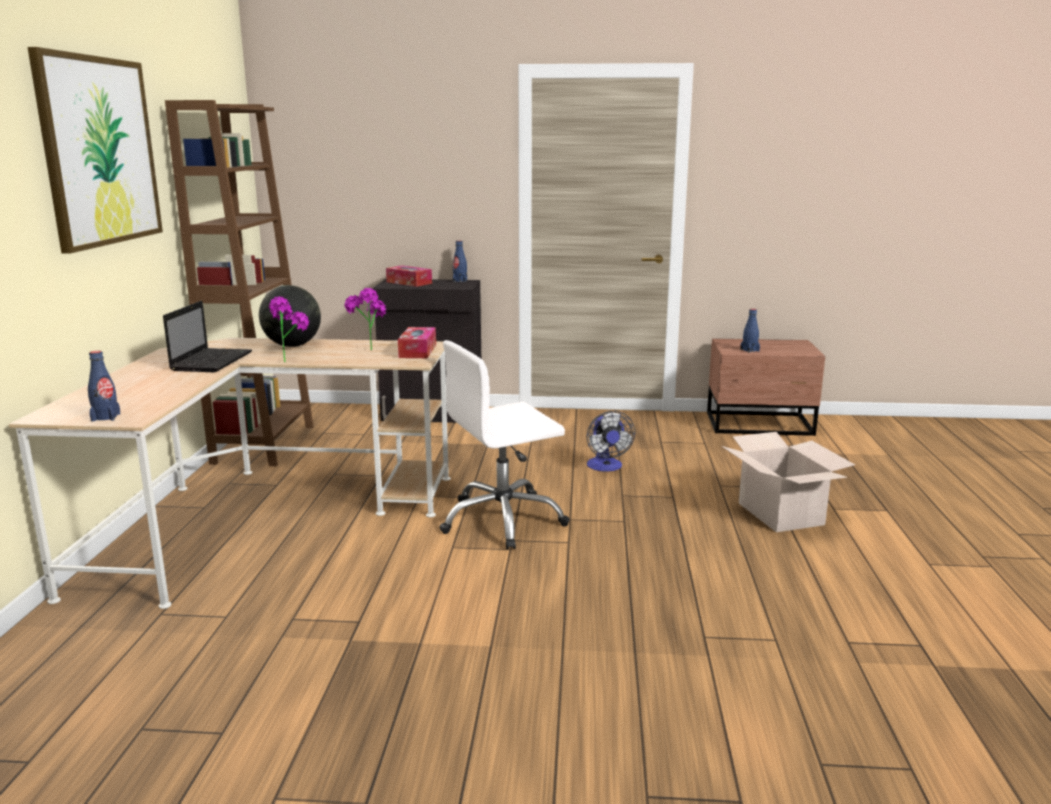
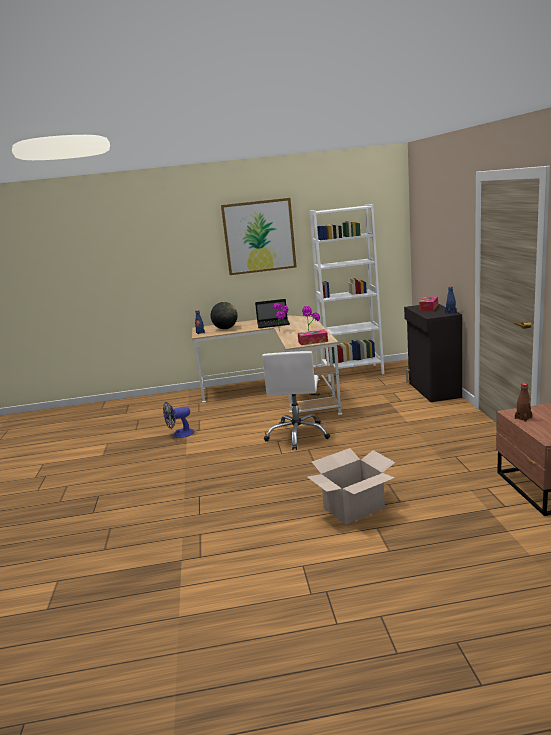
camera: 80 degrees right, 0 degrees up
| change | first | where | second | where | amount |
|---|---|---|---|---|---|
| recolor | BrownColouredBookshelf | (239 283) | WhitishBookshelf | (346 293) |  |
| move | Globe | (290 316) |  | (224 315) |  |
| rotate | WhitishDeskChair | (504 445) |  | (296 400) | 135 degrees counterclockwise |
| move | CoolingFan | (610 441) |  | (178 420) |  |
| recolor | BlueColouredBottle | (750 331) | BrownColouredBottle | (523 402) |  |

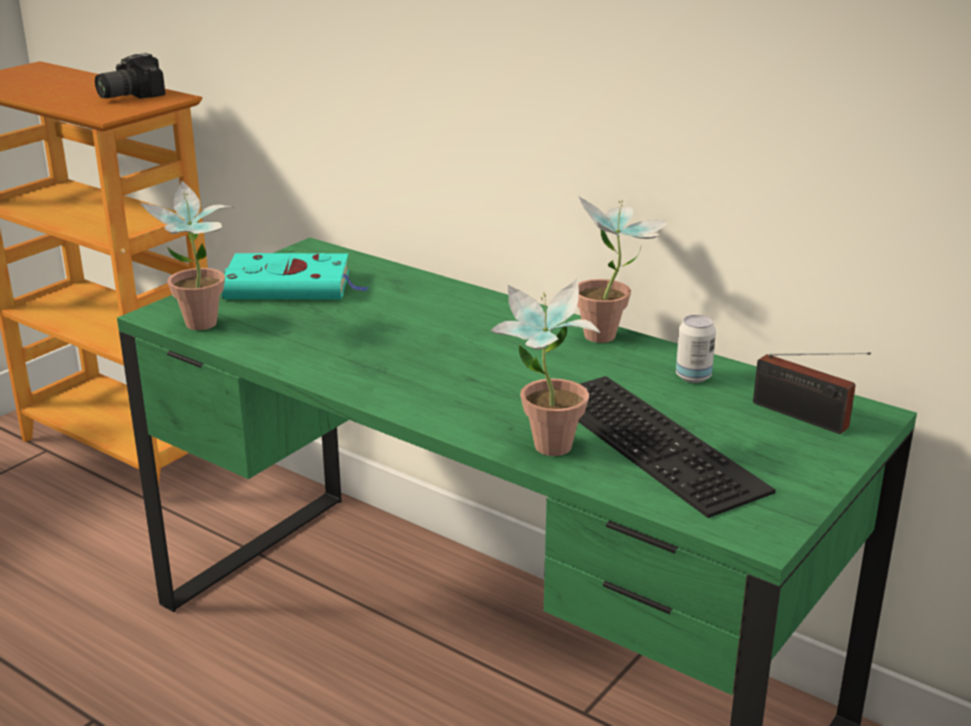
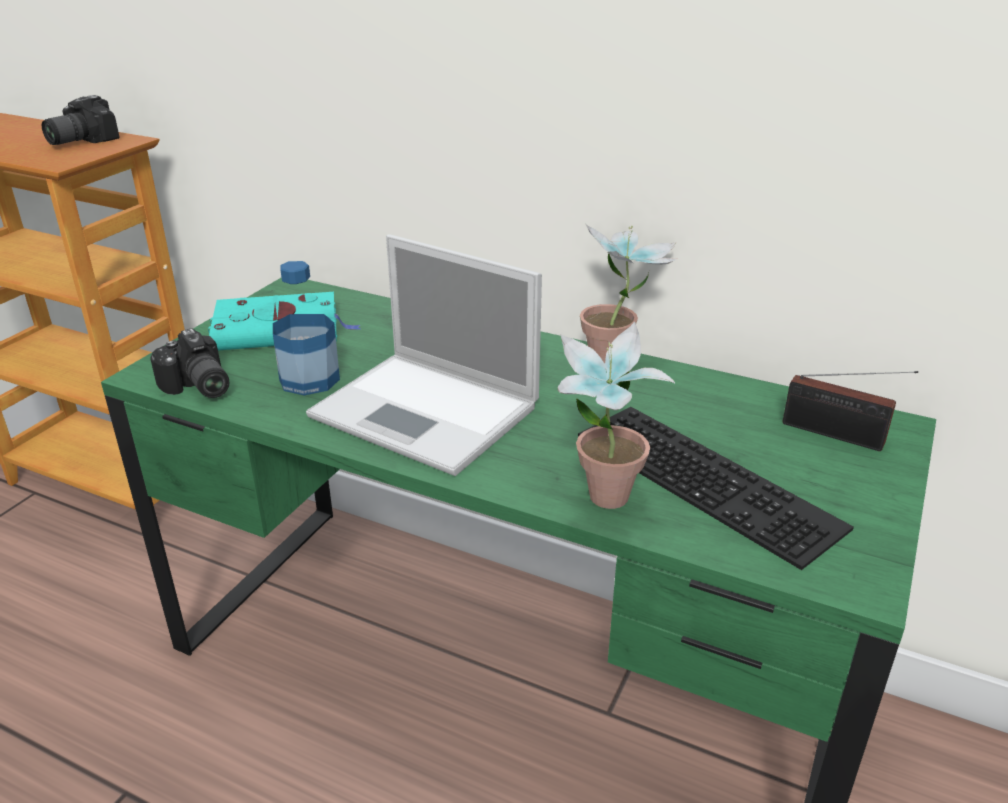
camera: 10 degrees left, 5 degrees up
| change | first | where | second | where | amount |
|---|---|---|---|---|---|
| replace | PlantInAPot | (186 255) | PhotoCamera | (189 363) |  |
| delete | MetalCan | (696 349) |  |  |  |
| insert |  |  | Bottle | (306 328) |  |
| insert |  |  | NotebookComputer | (424 355) |  |

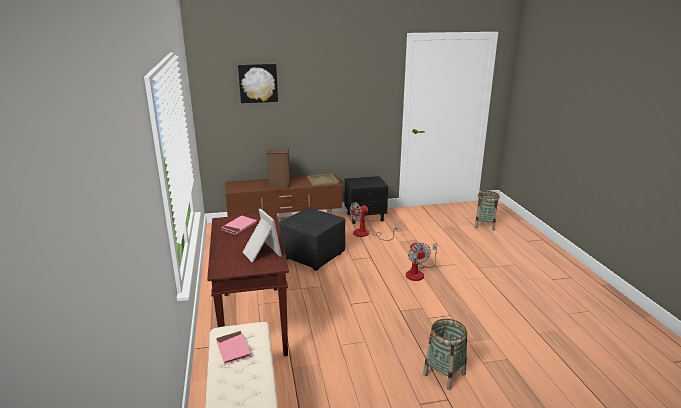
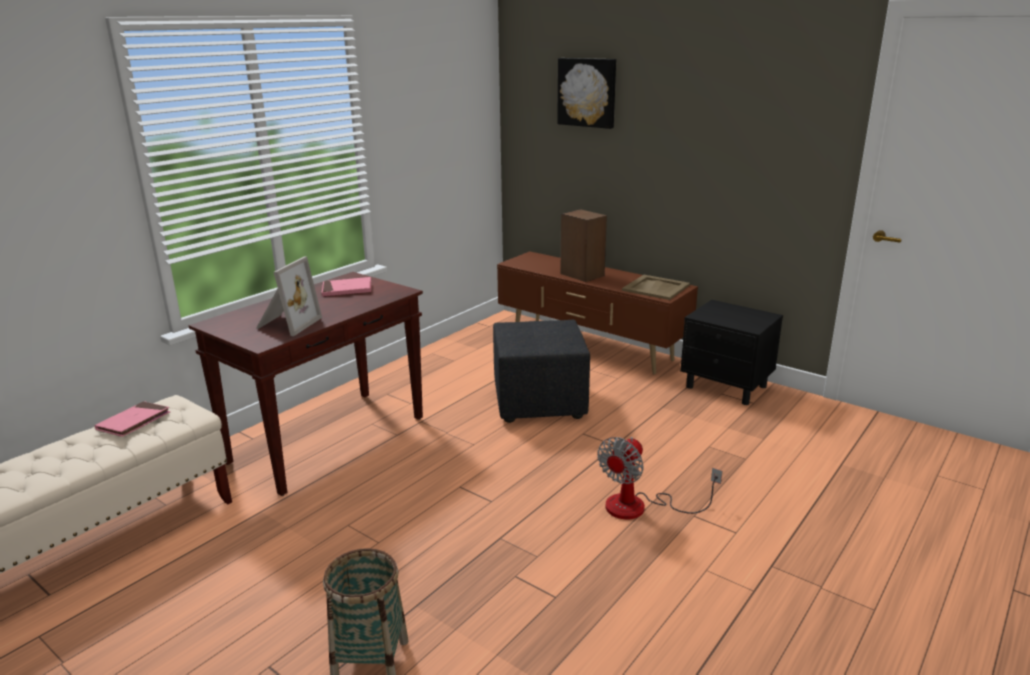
camera: 50 degrees right, 0 degrees up
| change | first | where | second | where | amount |
|---|---|---|---|---|---|
| delete | CoolingFan | (374 221) |  |  |  |
| delete | Basket | (487 211) |  |  |  |

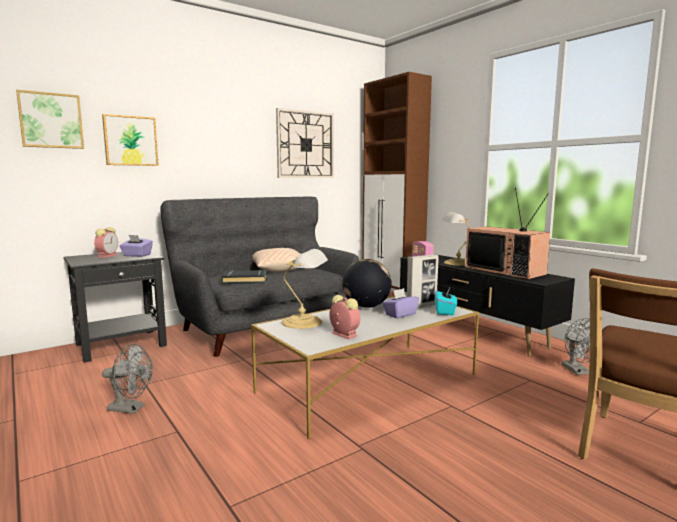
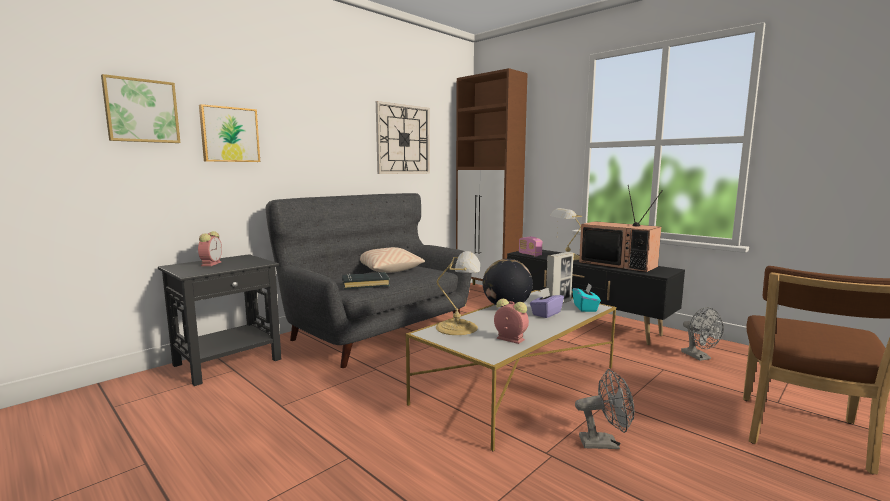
camera: 10 degrees left, 0 degrees up
| change | first | where | second | where | amount |
|---|---|---|---|---|---|
| move | GrayCoolingFan | (127 379) |  | (604 409) |  |
| delete | PurplishBoxOfTissues | (136 246) |  |  |  |

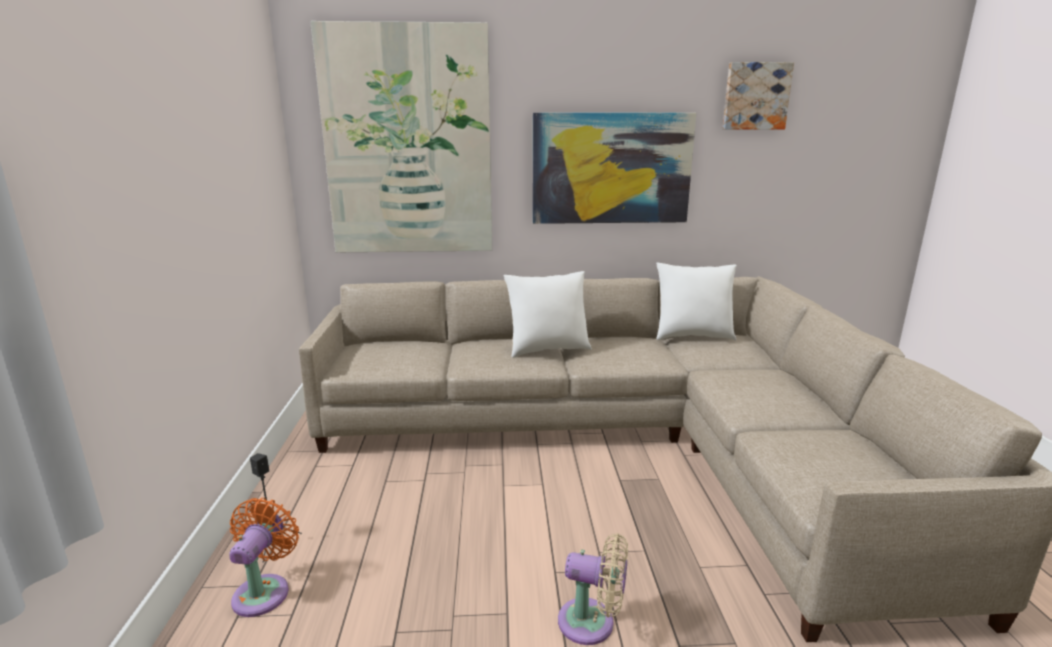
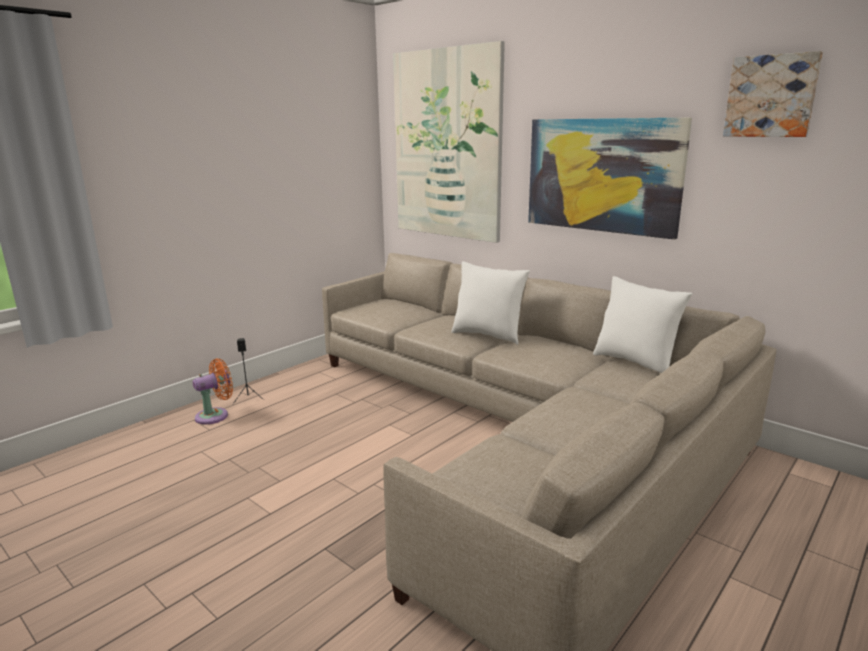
camera: 45 degrees right, 0 degrees up
| change | first | where | second | where | amount |
|---|---|---|---|---|---|
| delete | BeigeColouredCoolingFan | (593 589) |  |  |  |

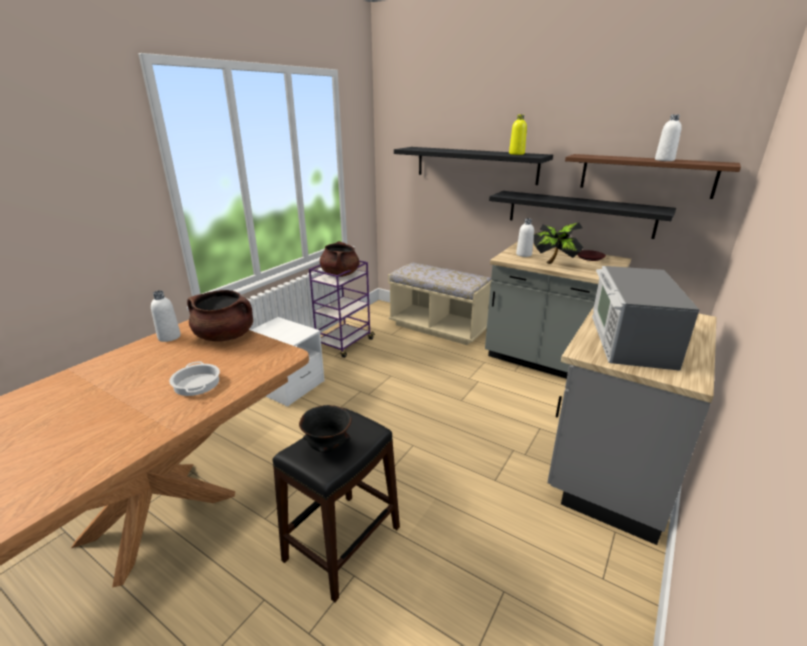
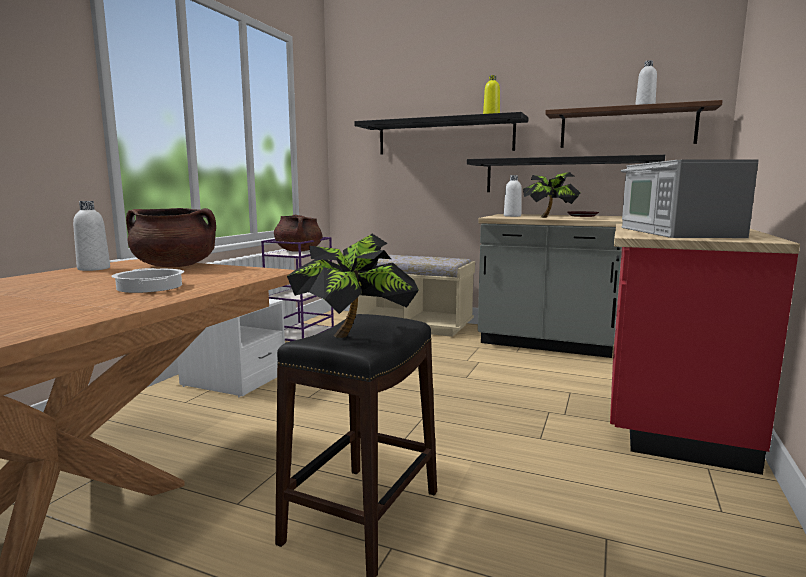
camera: 10 degrees left, 15 degrees down
| change | first | where | second | where | amount |
|---|---|---|---|---|---|
| replace | BlackishServingBowl | (325 429) | PlantInAPot | (353 286) |  |
| recolor | GrayKitchenCounter | (632 426) | ReddishKitchenCounter | (705 349) |  |

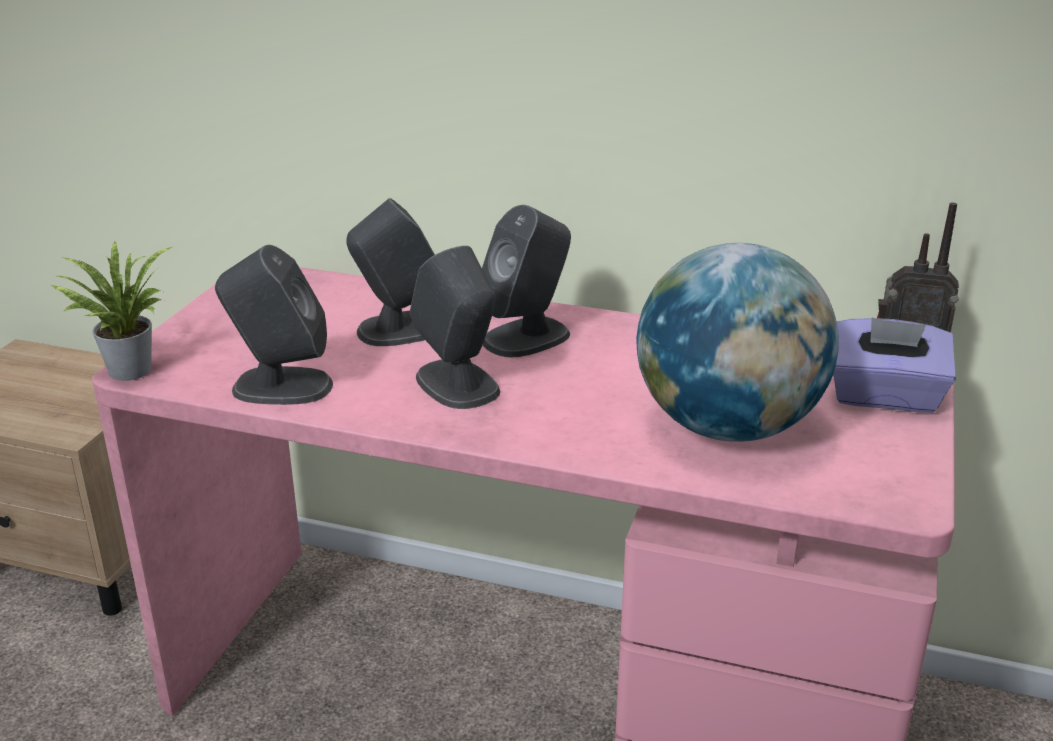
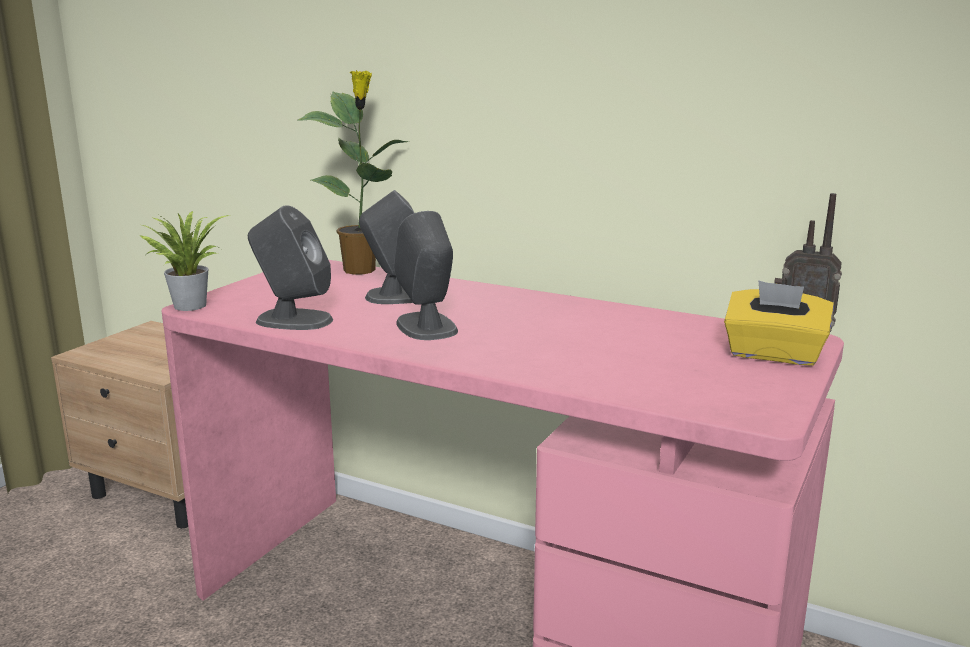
camera: 10 degrees right, 10 degrees down
| change | first | where | second | where | amount |
|---|---|---|---|---|---|
| delete | GrayLoudspeaker | (526 281) |  |  |  |
| delete | Globe | (737 342) |  |  |  |
| recolor | PurplishBoxOfTissues | (894 365) | YellowBoxOfTissues | (779 323) |  |
| insert |  |  | PlantInAPot | (353 172) |  |

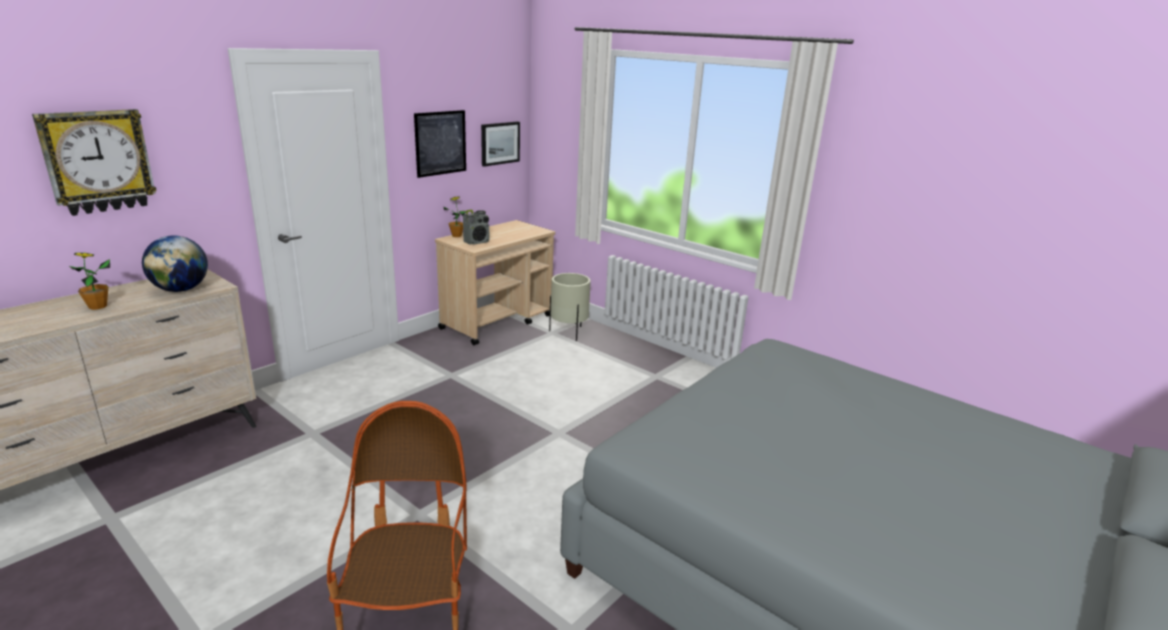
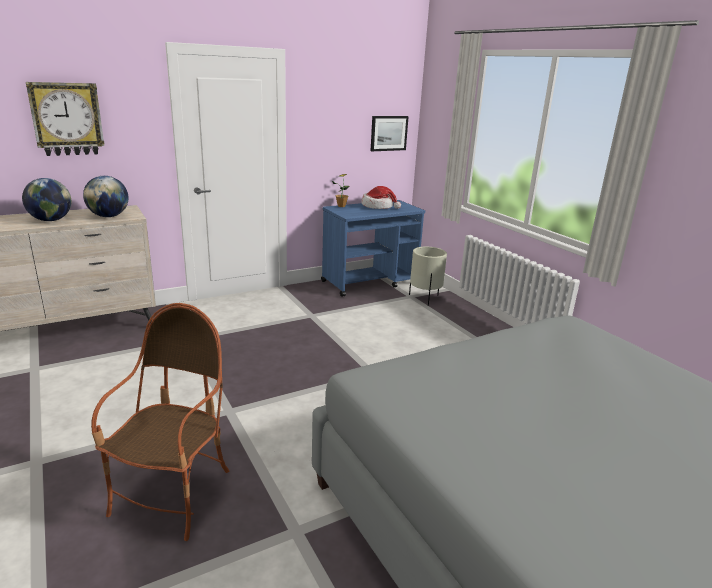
camera: 20 degrees right, 0 degrees up
| change | first | where | second | where | amount |
|---|---|---|---|---|---|
| replace | PlantInAPot | (89 281) | Globe | (46 199) |  |
| delete | WallArt | (440 144) |  |  |  |
| recolor | BeigeColouredWheeledCart | (495 282) | BlueColouredWheeledCart | (373 248) |  |
| delete | RadioReceiver | (476 227) |  |  |  |
| insert |  |  | Hat | (381 197) |  |

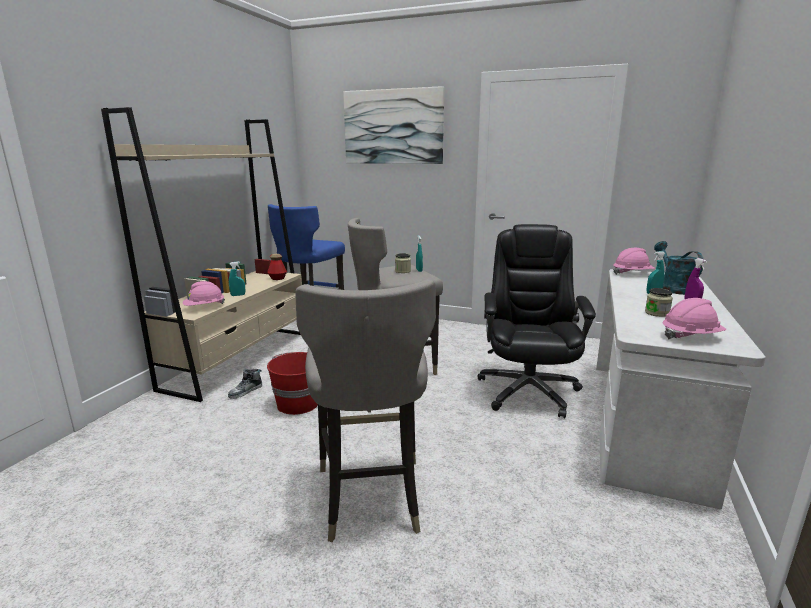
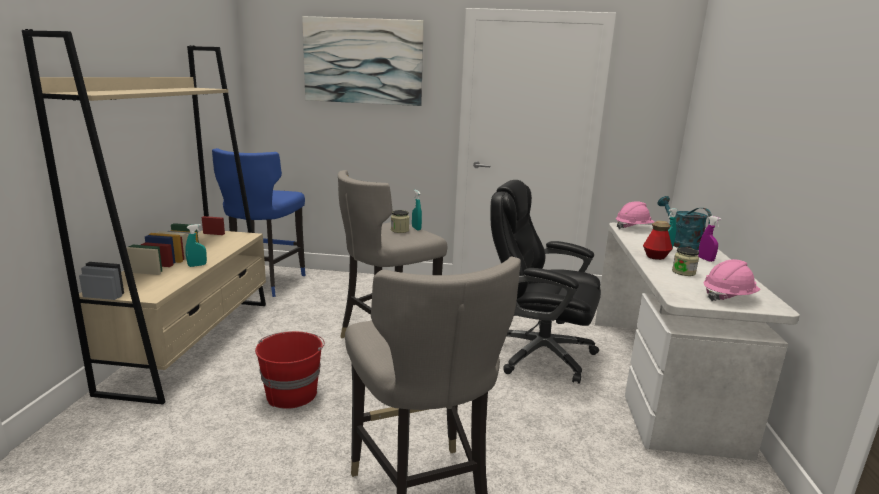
camera: 15 degrees left, 0 degrees up
| change | first | where | second | where | amount |
|---|---|---|---|---|---|
| delete | PinkHardHat | (204 293) |  |  |  |
| delete | Shoe | (245 384) |  |  |  |
| move | Bottle | (277 267) |  | (658 240) |  |
| rotate | BlackishDeskChair | (537 321) |  | (545 282) | 60 degrees counterclockwise |

